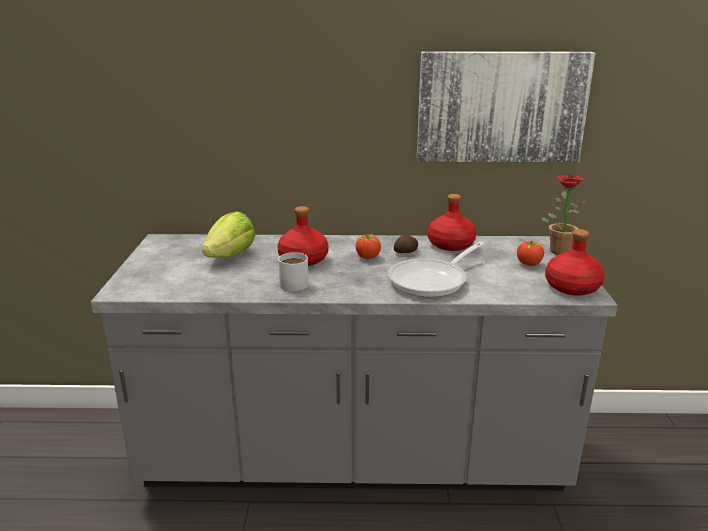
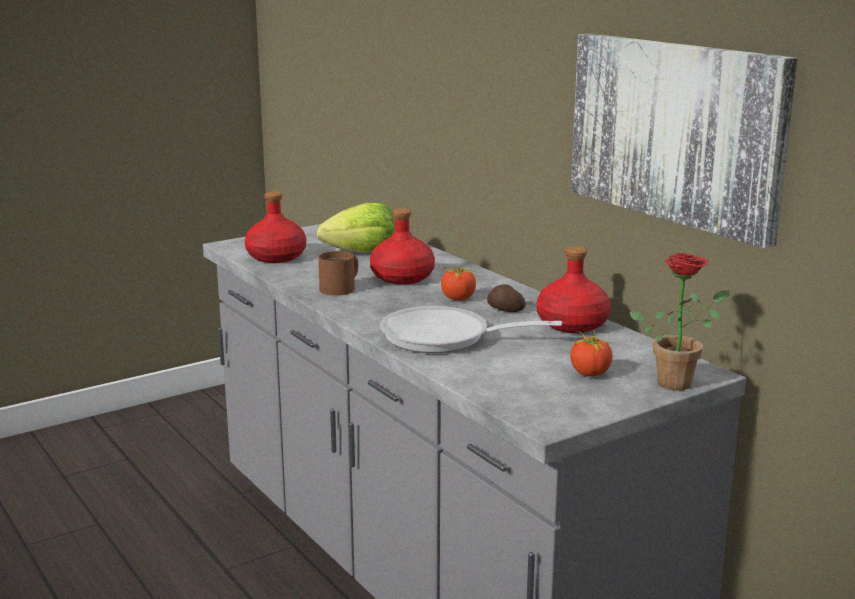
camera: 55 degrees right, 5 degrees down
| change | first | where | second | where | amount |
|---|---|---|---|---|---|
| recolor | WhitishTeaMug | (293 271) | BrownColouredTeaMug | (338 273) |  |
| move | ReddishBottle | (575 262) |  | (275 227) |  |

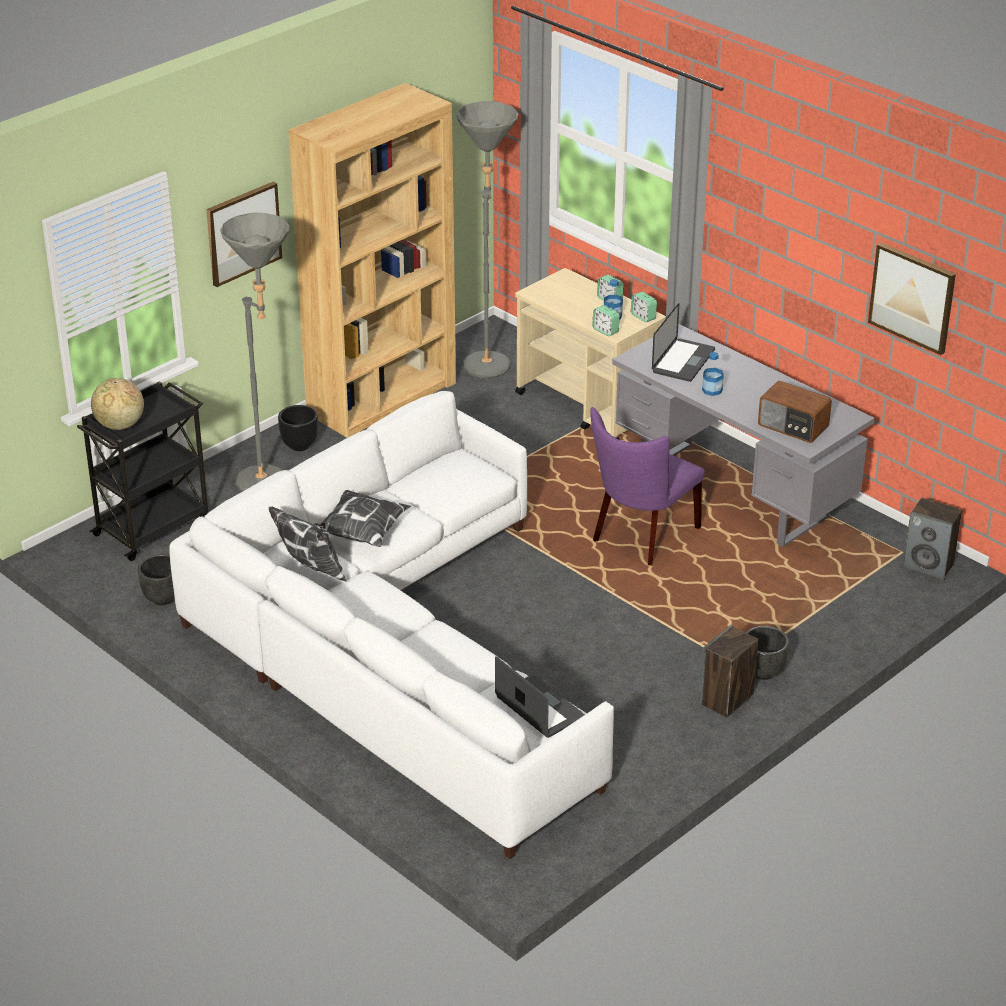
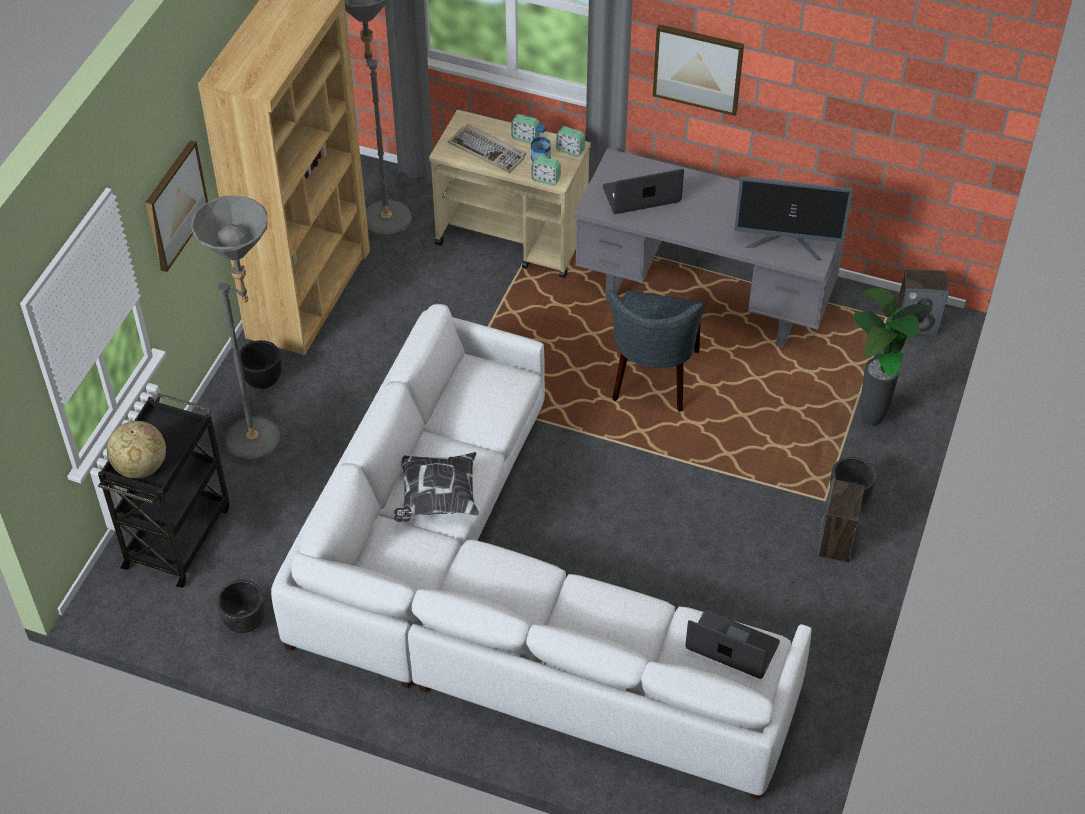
camera: 25 degrees left, 15 degrees up
| change | first | where | second | where | amount |
|---|---|---|---|---|---|
| delete | Pillow | (308 544) |  |  |  |
| recolor | PurplishUprightChair | (647 486) | GrayUprightChair | (656 351) |  |
| rotate | NotebookComputer | (683 342) |  | (643 191) | 105 degrees counterclockwise |
| delete | Bottle | (713 374) |  |  |  |
| replace | RadioReceiver | (795 412) | ComputerDisplay | (793 218) |  |
| move | WallArt | (912 299) |  | (698 70) |  |
| insert |  |  | Keyboard | (487 148) |  |
| insert |  |  | PlantInAPot | (892 356) |  |

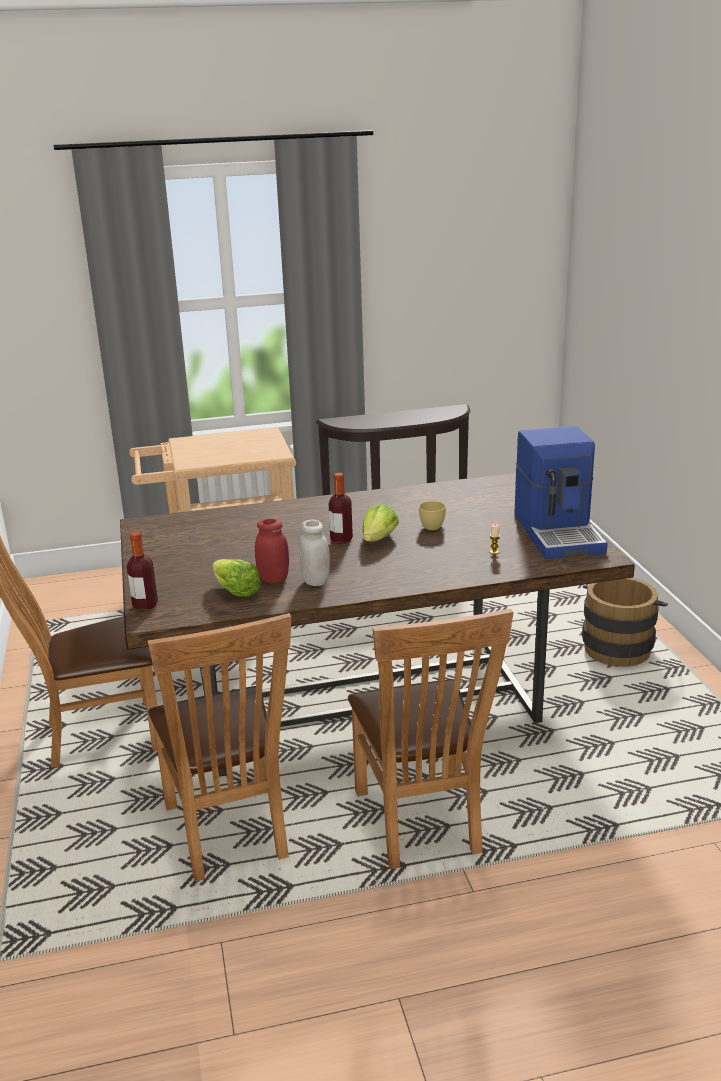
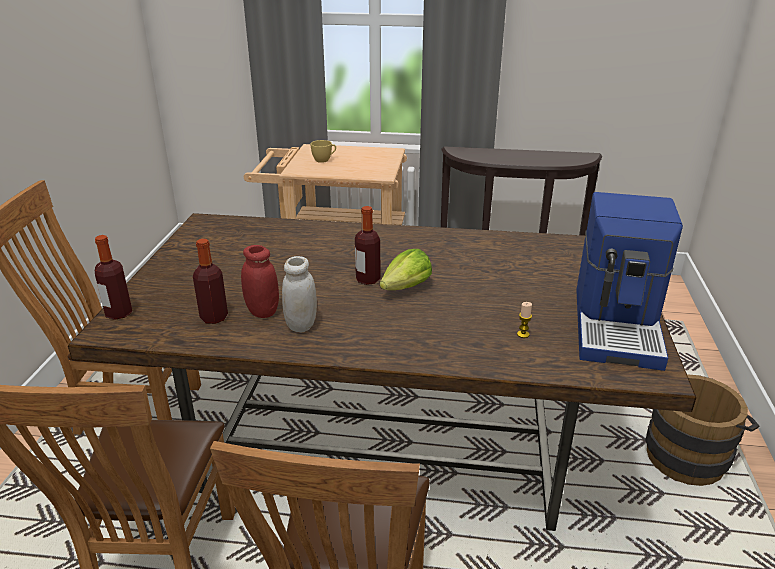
camera: 20 degrees right, 5 degrees up
| change | first | where | second | where | amount |
|---|---|---|---|---|---|
| replace | HeadOfLettuce | (236 578) | Bottle | (210 281) |  |
| move | YellowCup | (432 515) |  | (323 151) |  |

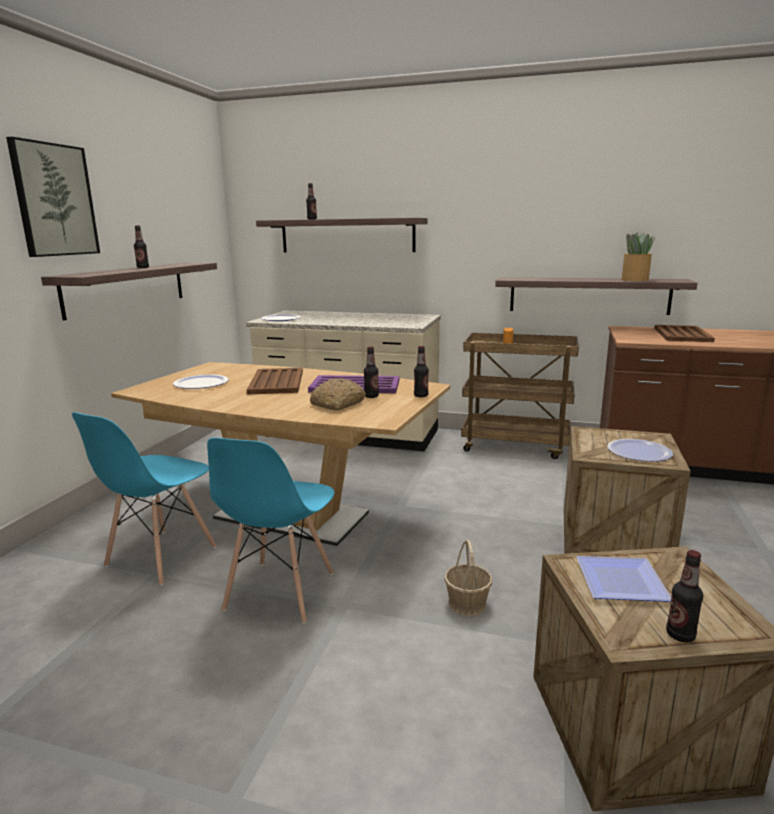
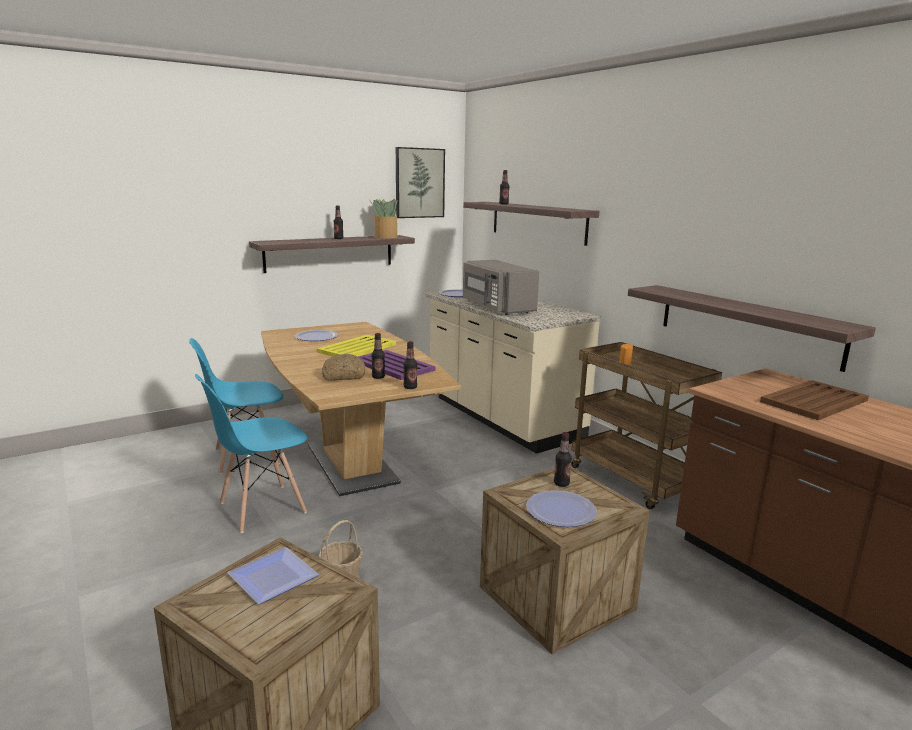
camera: 40 degrees right, 0 degrees up
| change | first | where | second | where | amount |
|---|---|---|---|---|---|
| move | WallArt | (53 197) |  | (420 182) |  |
| recolor | BrownColouredServingTray | (275 381) | YellowServingTray | (356 346) |  |
| move | PlantInAPot | (639 257) |  | (384 218) |  |
| move | Bottle | (684 596) |  | (563 459) |  |
| insert |  |  | GrayKitchenMicrowave | (501 287) |  |

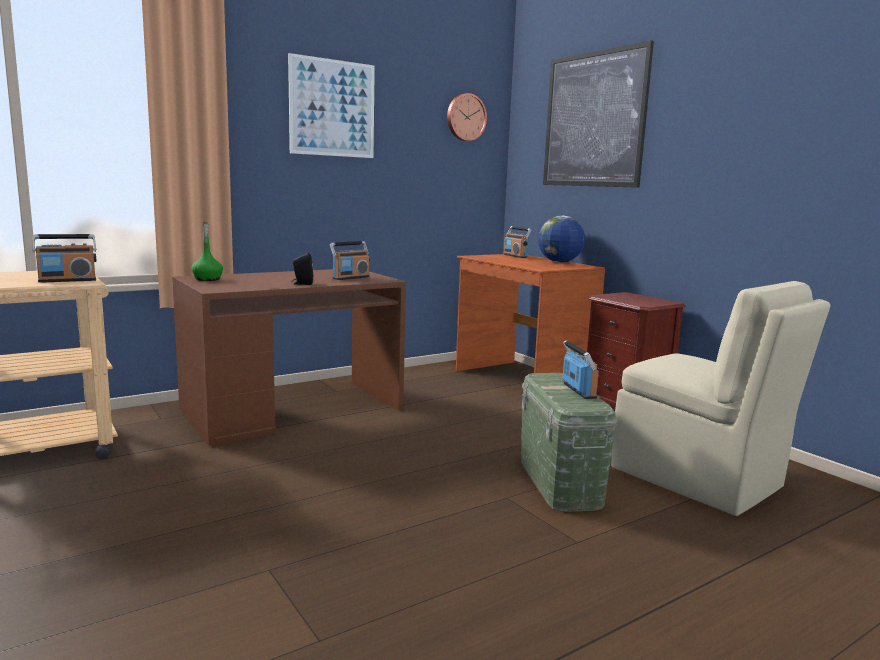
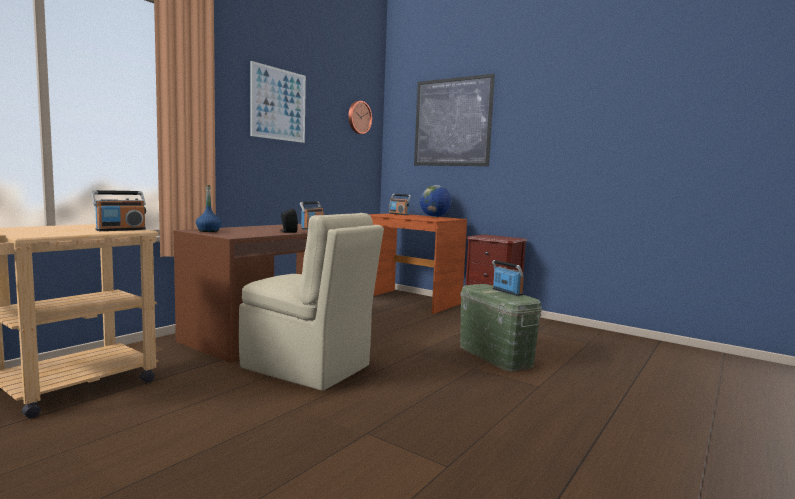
camera: 20 degrees left, 5 degrees down
| change | first | where | second | where | amount |
|---|---|---|---|---|---|
| recolor | GreenBottle | (207 251) | BlueColouredBottle | (209 208) |  |
| move | BeigeColouredUprightChair | (721 398) |  | (311 302) |  |

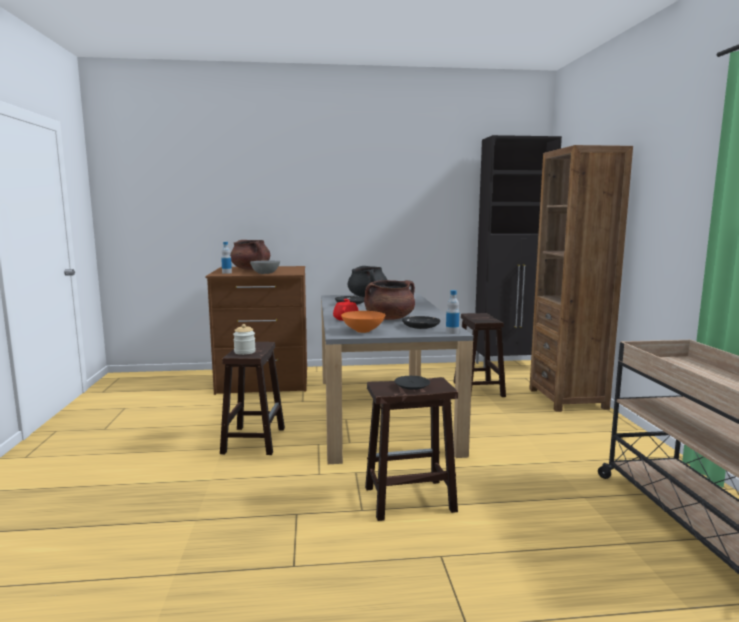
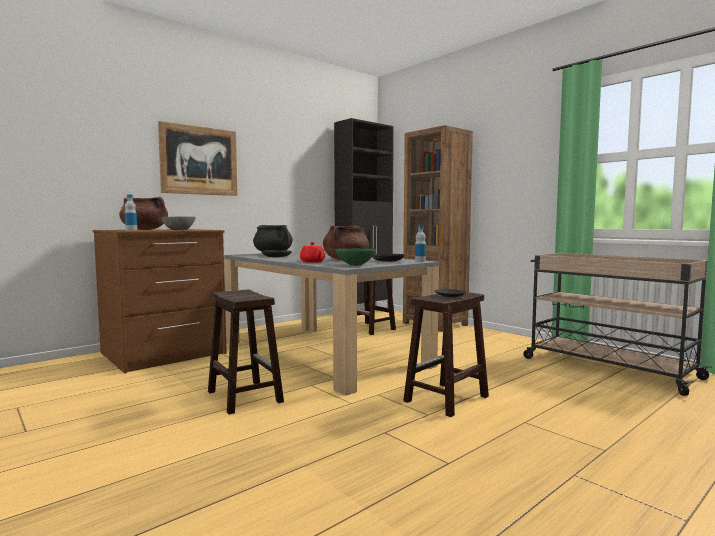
camera: 35 degrees left, 5 degrees down
| change | first | where | second | where | amount |
|---|---|---|---|---|---|
| delete | PreserveJar | (244 339) |  |  |  |
| recolor | OrangeServingBowl | (363 322) | GreenServingBowl | (355 257) |  |
| insert |  |  | WallArt | (198 158) |  |

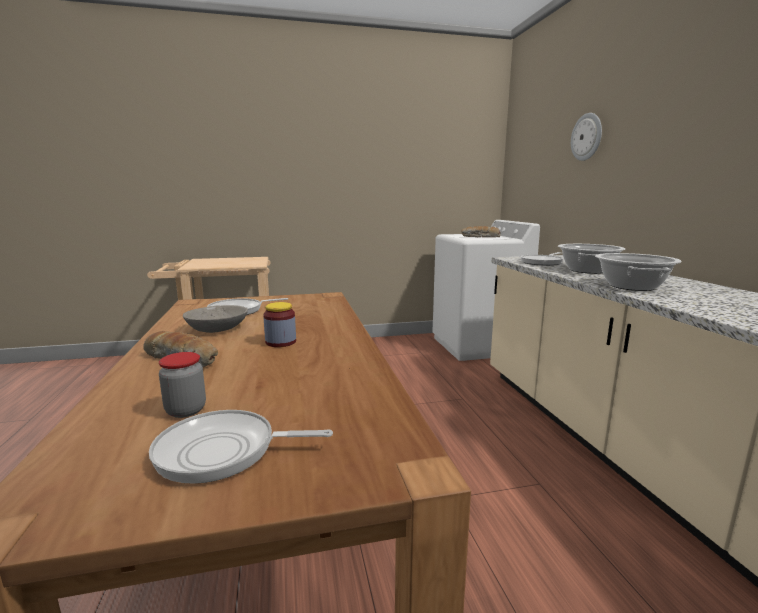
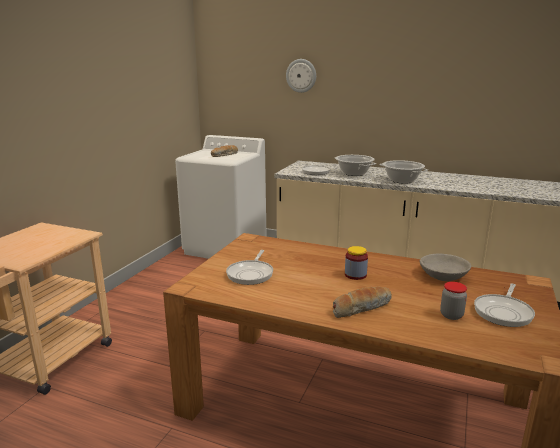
camera: 55 degrees left, 5 degrees up
| change | first | where | second | where | amount |
|---|---|---|---|---|---|
| move | GrayServingBowl | (215 319) |  | (445 267) |  |

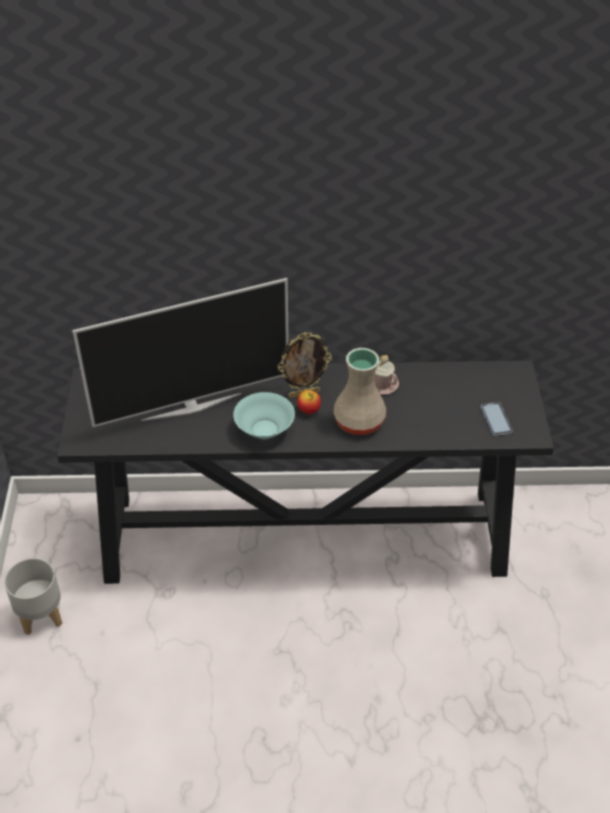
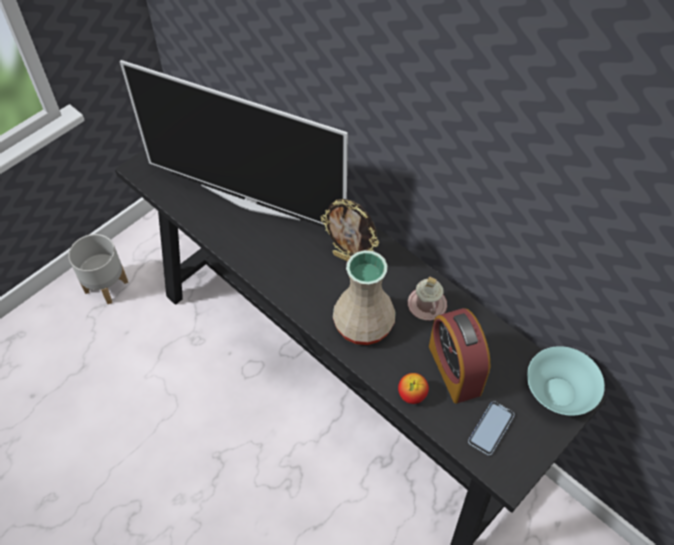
camera: 45 degrees right, 10 degrees up
| change | first | where | second | where | amount |
|---|---|---|---|---|---|
| move | BlueGreenServingBowl | (264 415) |  | (566 381) |  |
| move | AppleFruit | (309 402) |  | (413 388) |  |
| insert |  |  | TableClock | (459 356) |  |

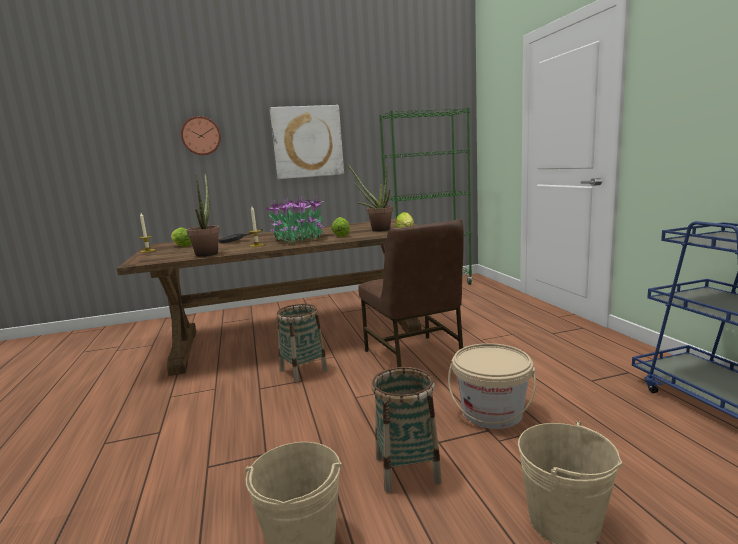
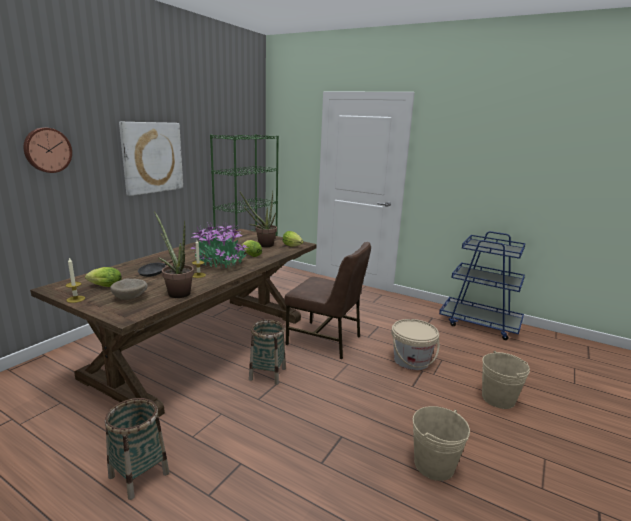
camera: 45 degrees left, 5 degrees up
| change | first | where | second | where | amount |
|---|---|---|---|---|---|
| move | Basket | (407 430) |  | (137 449) |  |
| insert |  |  | BeigeColouredServingBowl | (129 289) |  |

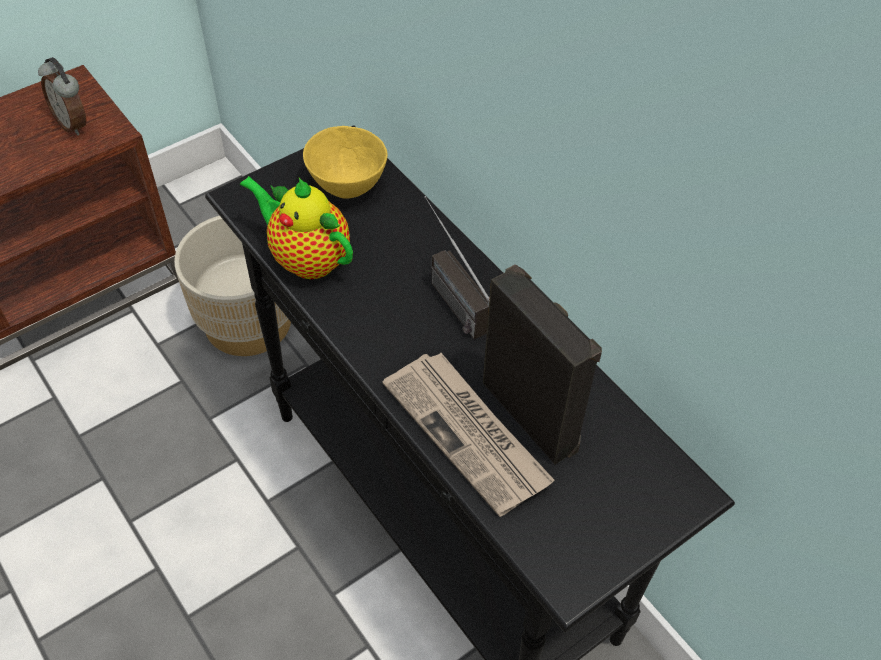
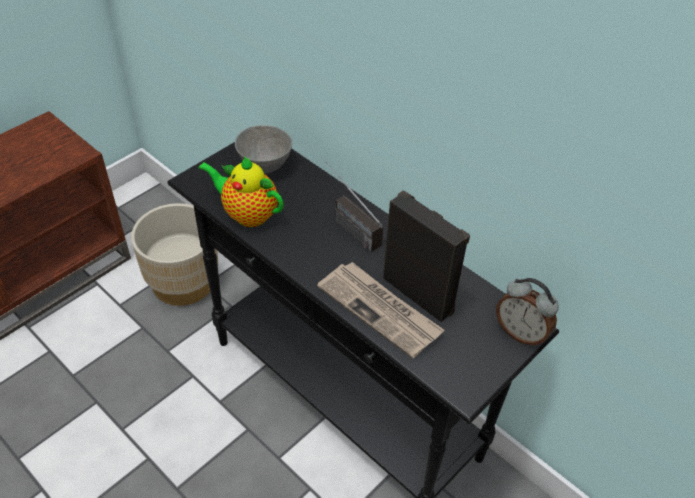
camera: 10 degrees left, 5 degrees down
| change | first | where | second | where | amount |
|---|---|---|---|---|---|
| move | TableClock | (62 96) |  | (527 312) |  |
| recolor | YellowServingBowl | (345 162) | GrayServingBowl | (263 149) |  |

